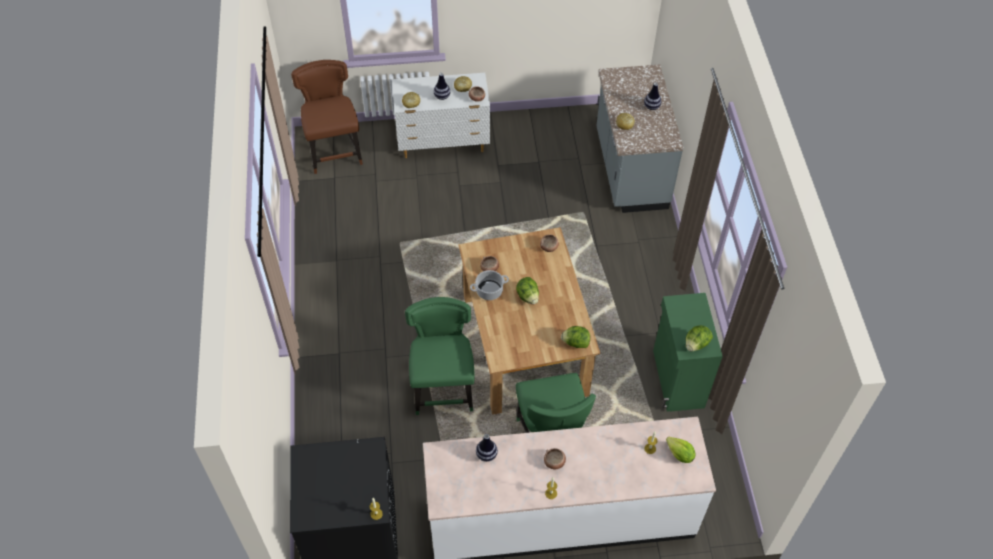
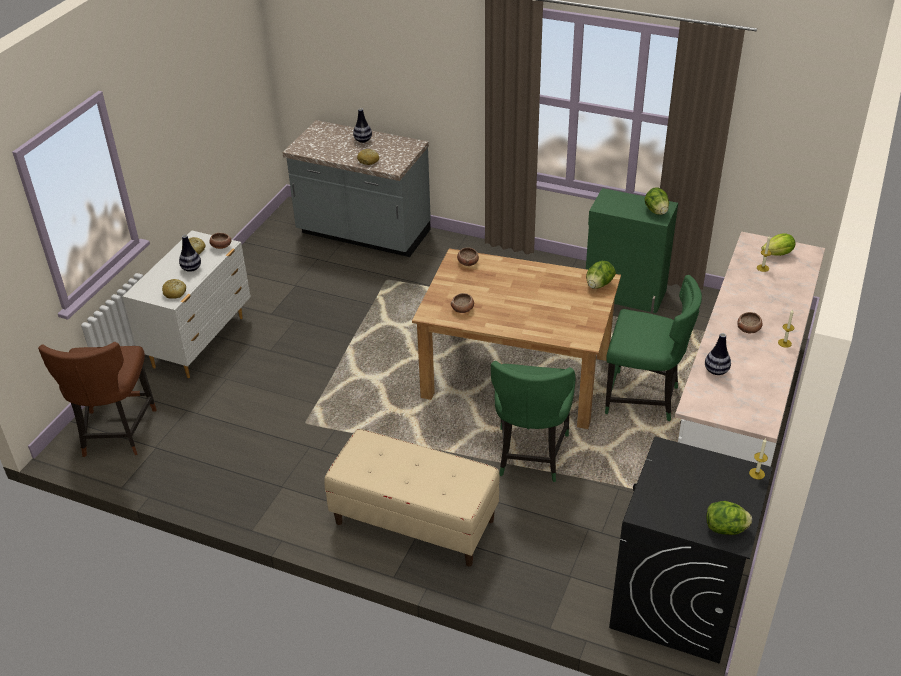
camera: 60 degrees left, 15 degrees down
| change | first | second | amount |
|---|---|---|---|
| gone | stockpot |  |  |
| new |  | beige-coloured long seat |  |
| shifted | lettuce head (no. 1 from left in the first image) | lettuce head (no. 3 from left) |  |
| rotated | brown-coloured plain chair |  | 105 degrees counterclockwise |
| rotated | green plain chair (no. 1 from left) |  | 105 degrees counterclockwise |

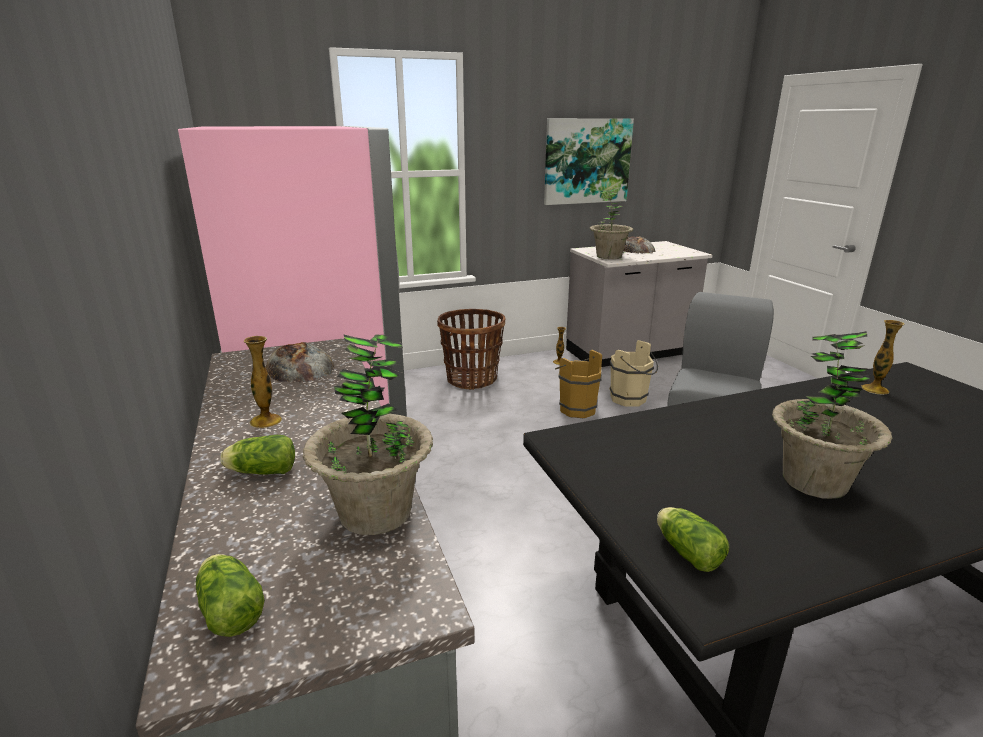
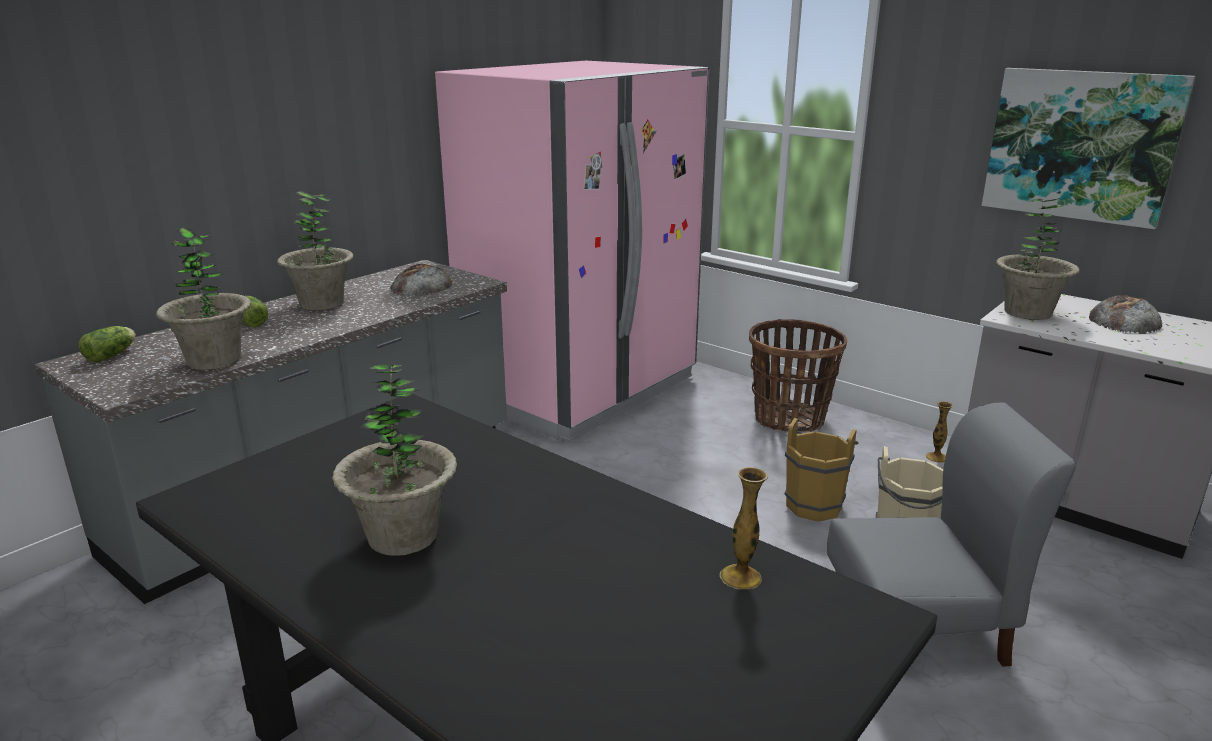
camera: 60 degrees right, 0 degrees up
| change | first | second | amount |
|---|---|---|---|
| gone | lettuce head (no. 3 from left) |  |  |
| swapped | flower vase (no. 1 from left) | potted plant (no. 2 from left) |  |

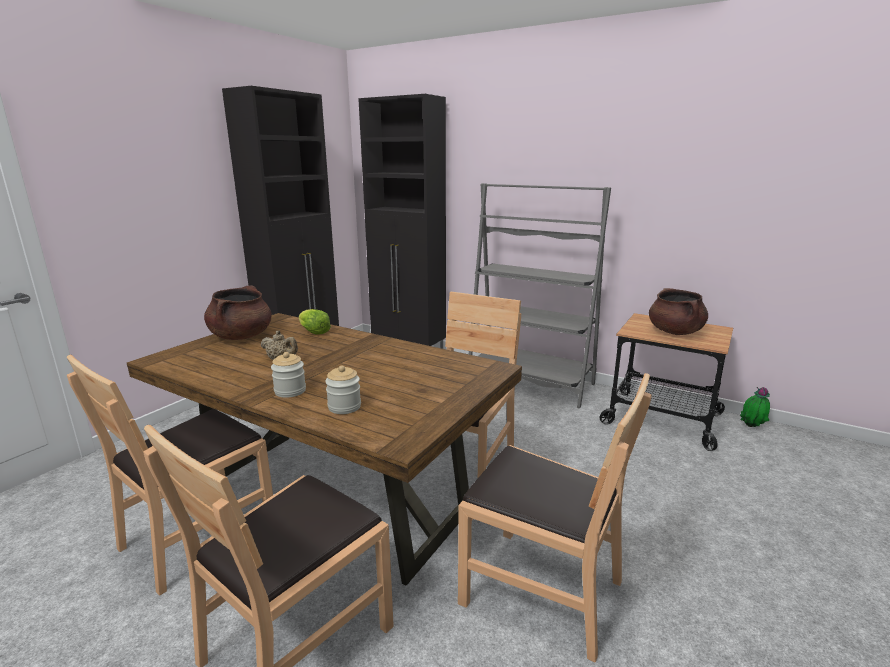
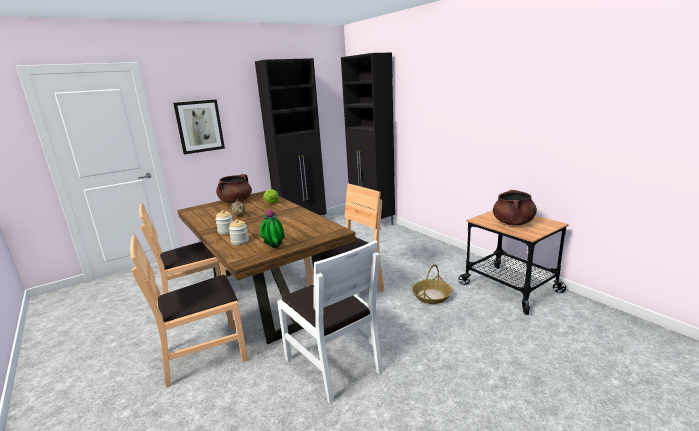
camera: 25 degrees right, 0 degrees up
| change | first | second | amount |
|---|---|---|---|
| gone | greyish bookcase |  |  |
| new |  | picture |  |
| new |  | household basket |  |
| shifted | potted plant |  |  |
| repainted | brown-coloured plain chair (no. 4 from left) | white-coloured plain chair |  |

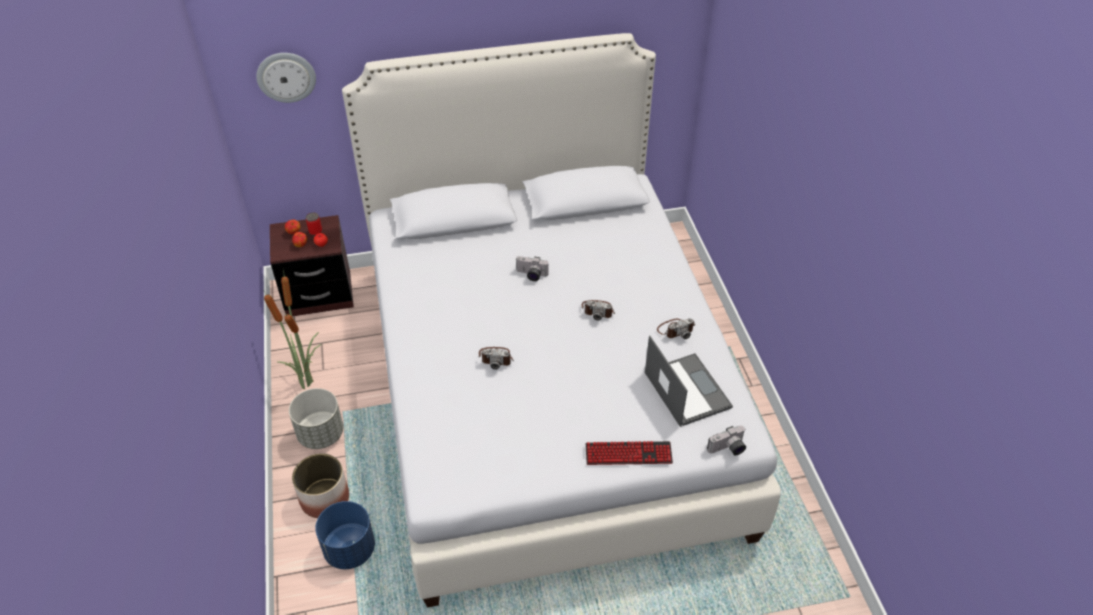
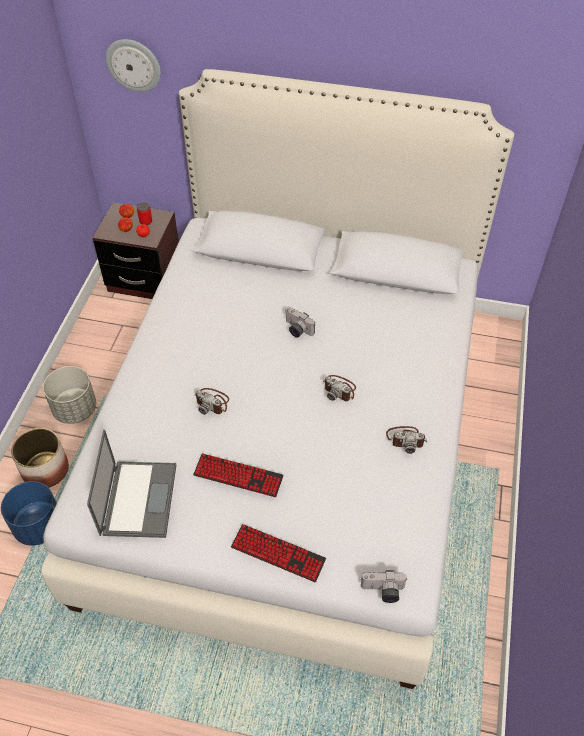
camera: 25 degrees right, 5 degrees up
| change | first | second | amount |
|---|---|---|---|
| gone | potted plant |  |  |
| new |  | PC keyboard (no. 1 from left) |  |
| shifted | portable computer |  |  |

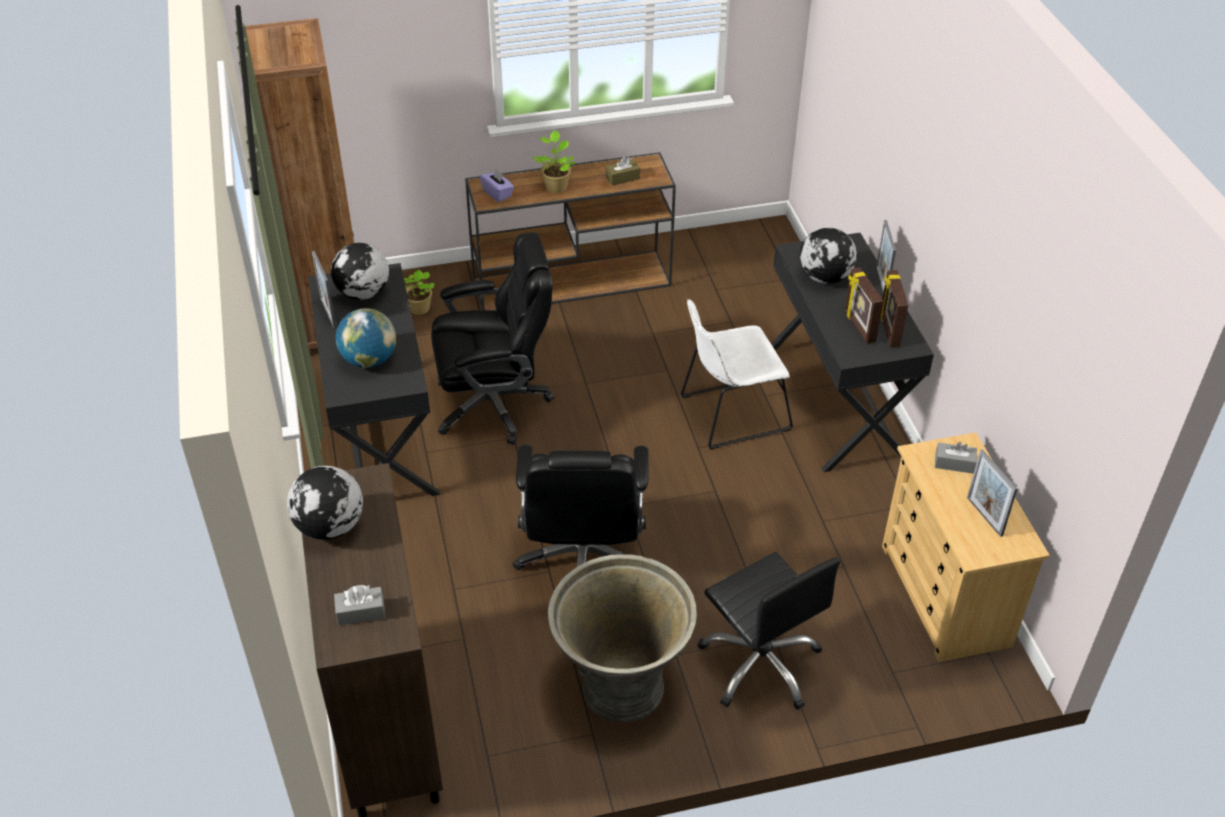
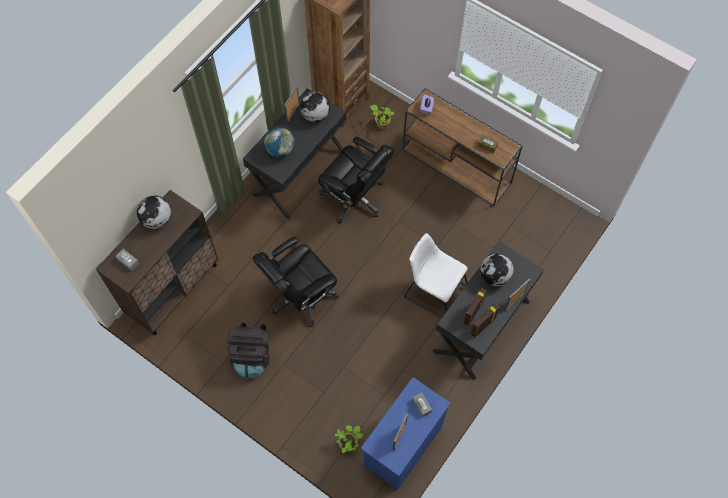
camera: 50 degrees right, 20 degrees up
| change | first | second | amount |
|---|---|---|---|
| gone | blackish computer chair (no. 3 from left) |  |  |
| shifted | potted plant (no. 2 from left in the first image) | potted plant (no. 1 from left) |  |
| swapped | greyish planter | blackish rucksack |  |
| repainted | beige-coloured dresser | bluish dresser |  |

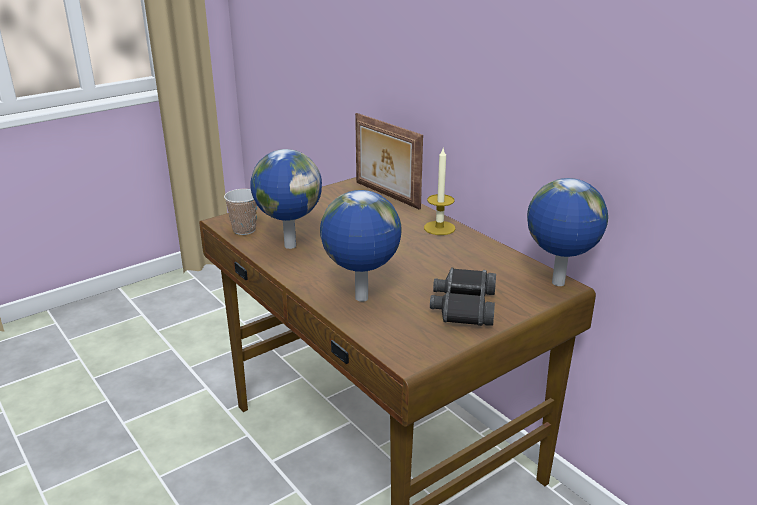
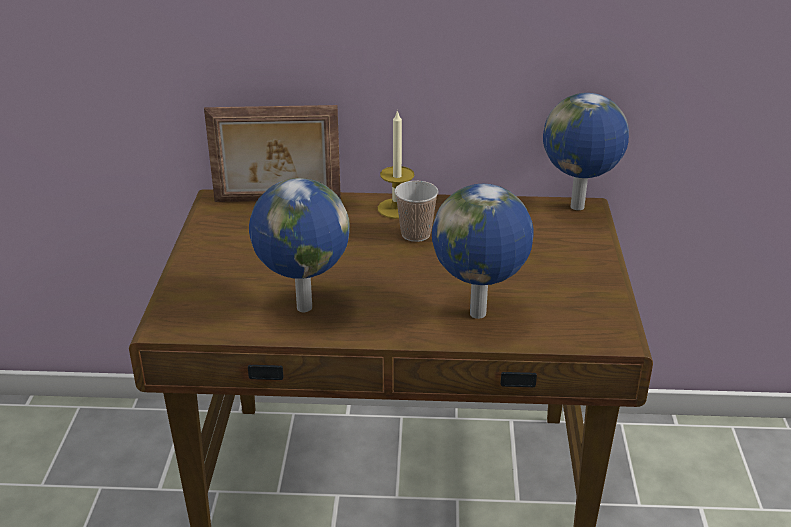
camera: 50 degrees left, 5 degrees up
| change | first | second | amount |
|---|---|---|---|
| gone | blackish pair of binoculars |  |  |
| shifted | cup |  |  |

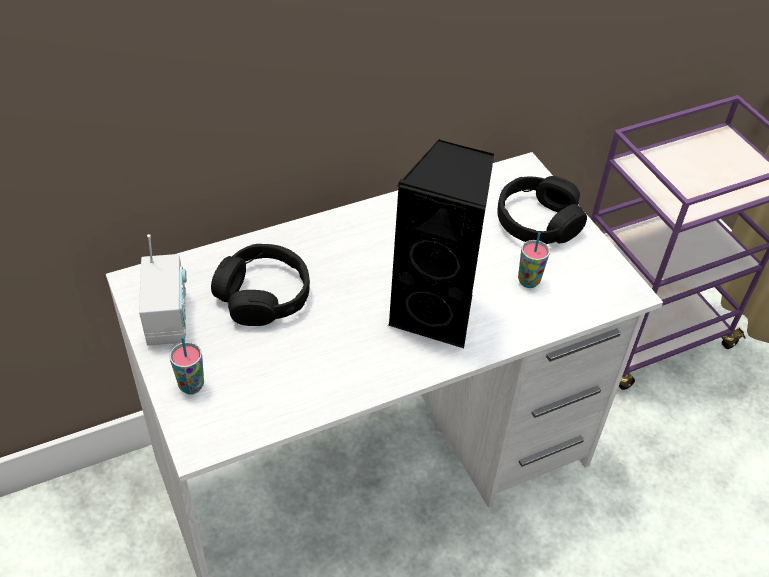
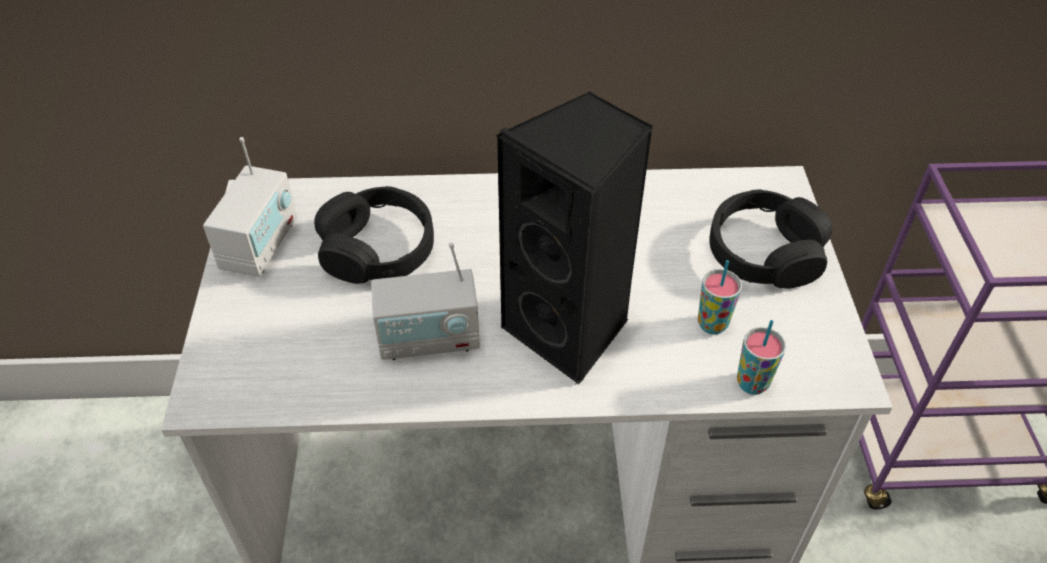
camera: 25 degrees right, 0 degrees up
| change | first | second | amount |
|---|---|---|---|
| new |  | radio set (no. 2 from left) |  |
| shifted | cup (no. 1 from left in the first image) | cup (no. 2 from left) |  |

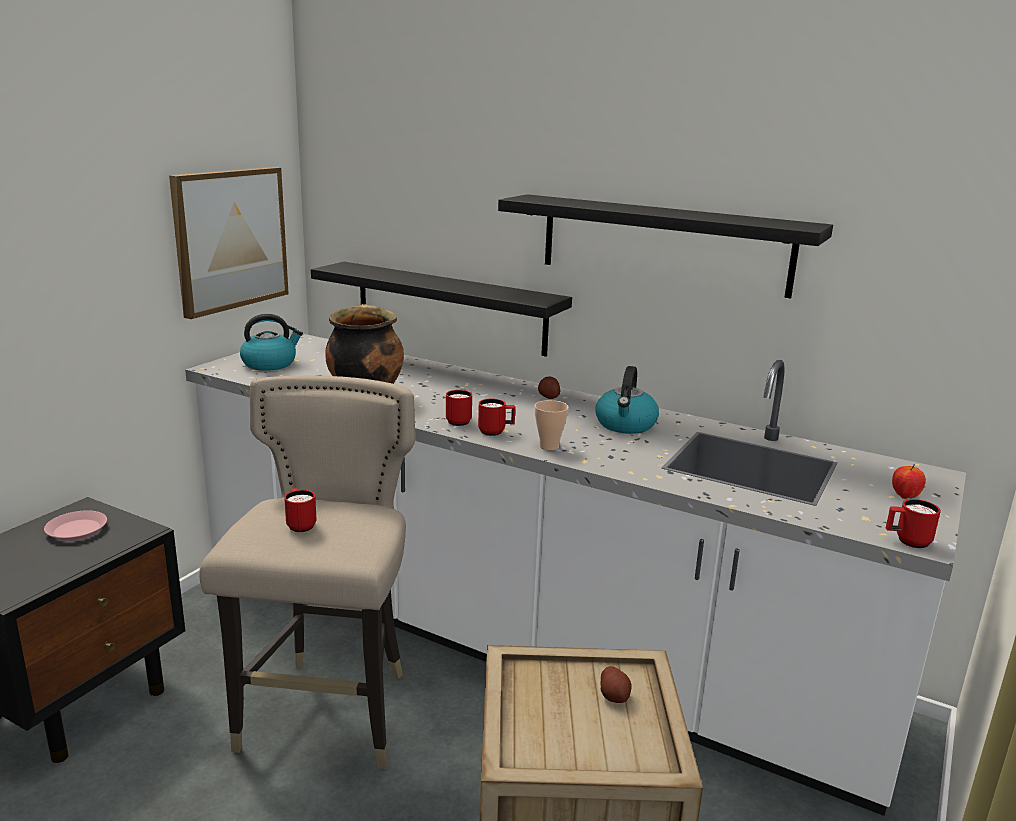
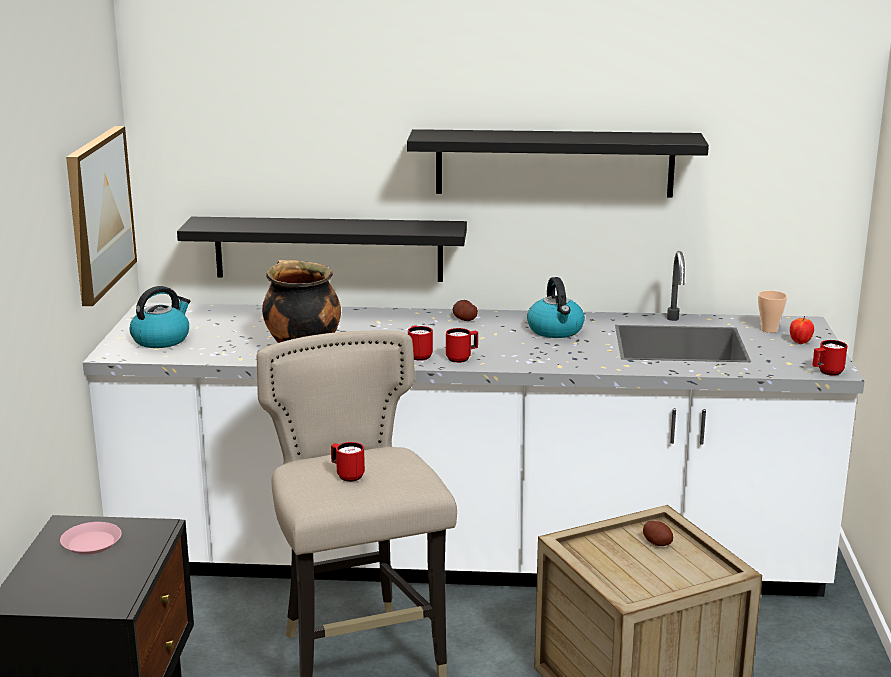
camera: 25 degrees left, 0 degrees up
| change | first | second | amount |
|---|---|---|---|
| shifted | cup |  |  |

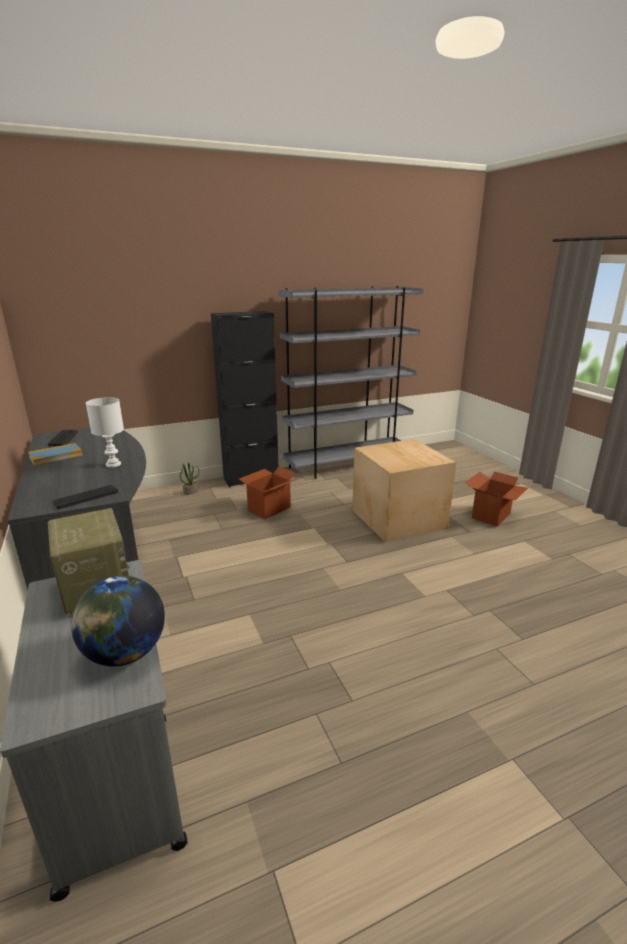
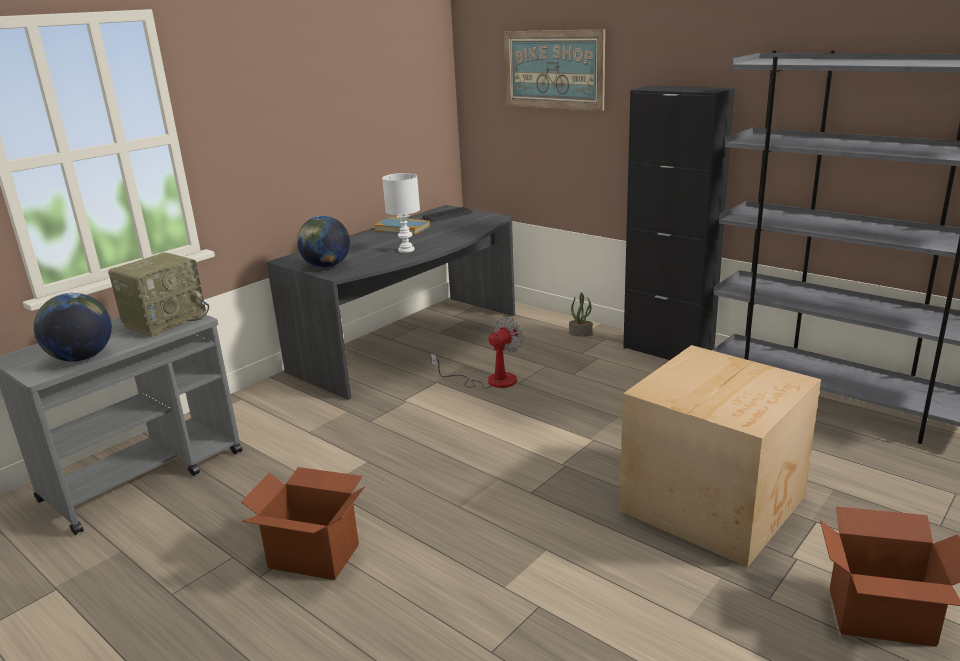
camera: 65 degrees right, 0 degrees up
| change | first | second | amount |
|---|---|---|---|
| new |  | electric fan |  |
| new |  | picture |  |
| shifted | cardboard box (no. 1 from left) |  |  |
| swapped | PC keyboard (no. 2 from left) | world globe (no. 2 from left) |  |

